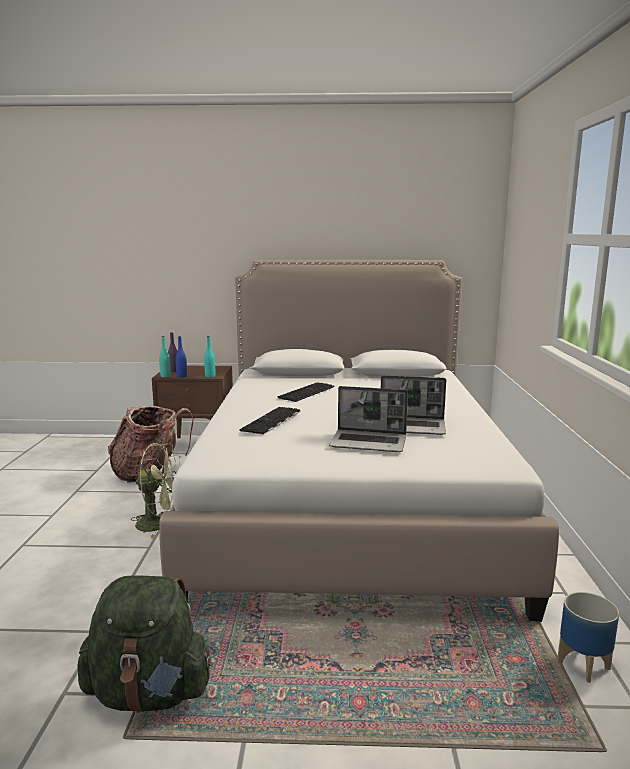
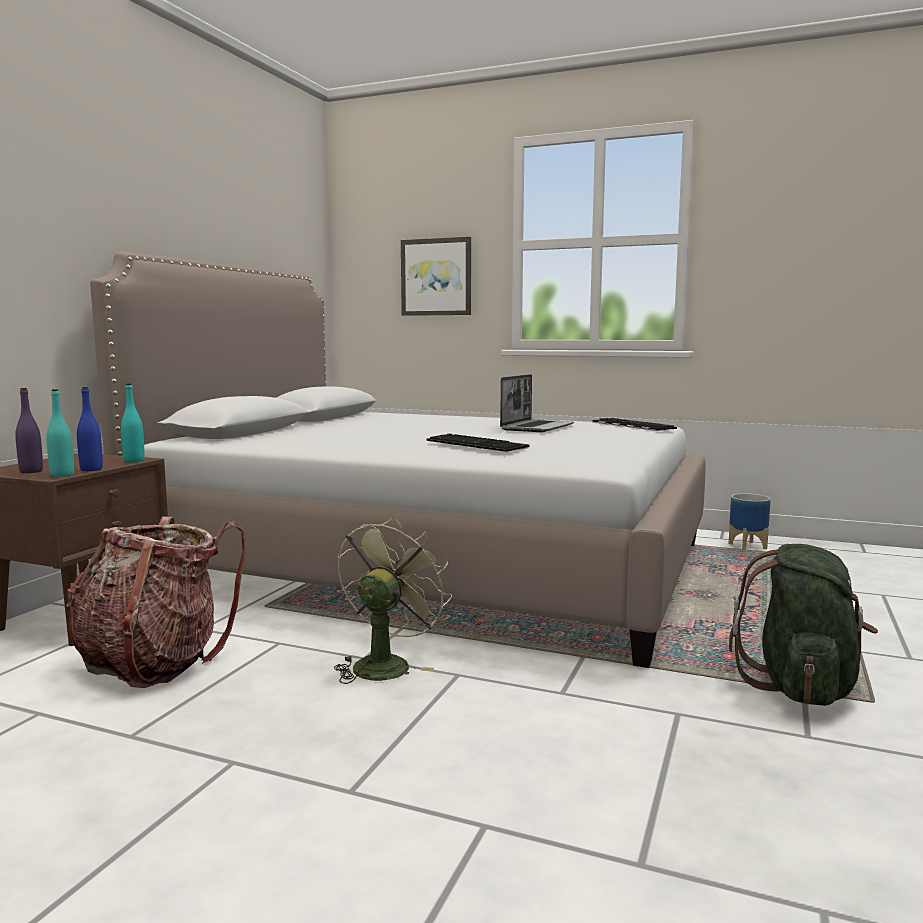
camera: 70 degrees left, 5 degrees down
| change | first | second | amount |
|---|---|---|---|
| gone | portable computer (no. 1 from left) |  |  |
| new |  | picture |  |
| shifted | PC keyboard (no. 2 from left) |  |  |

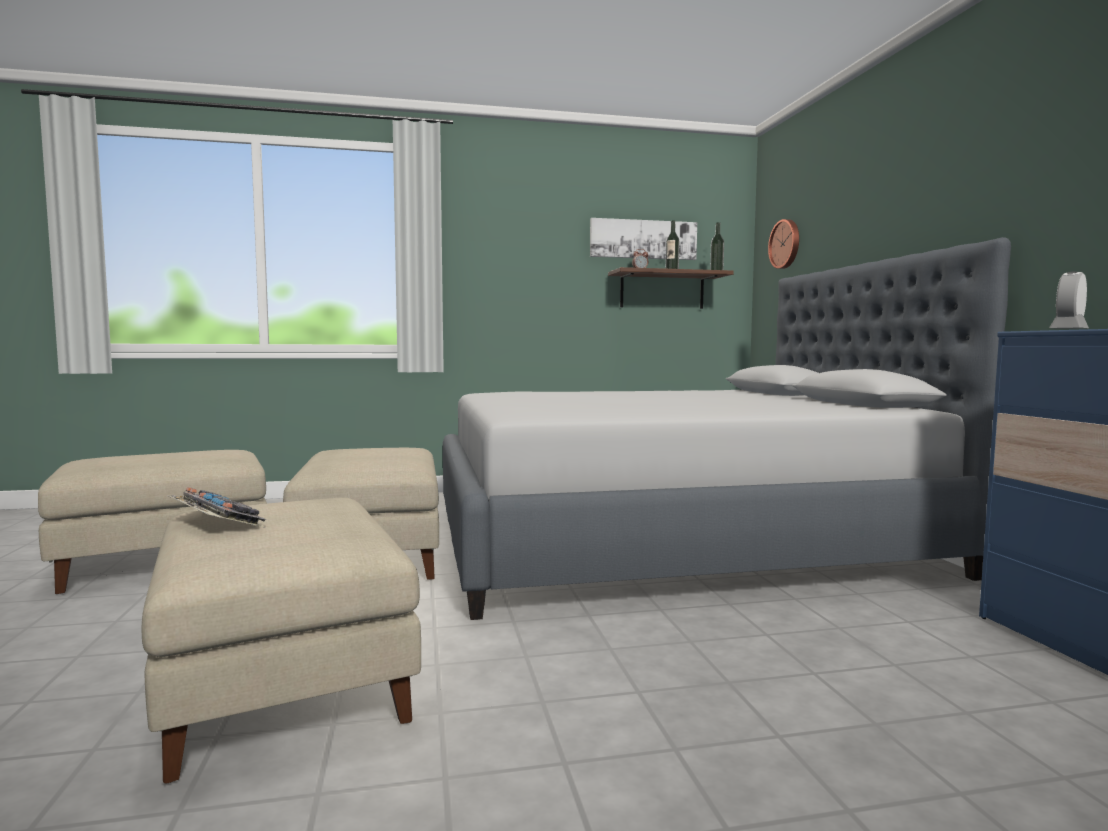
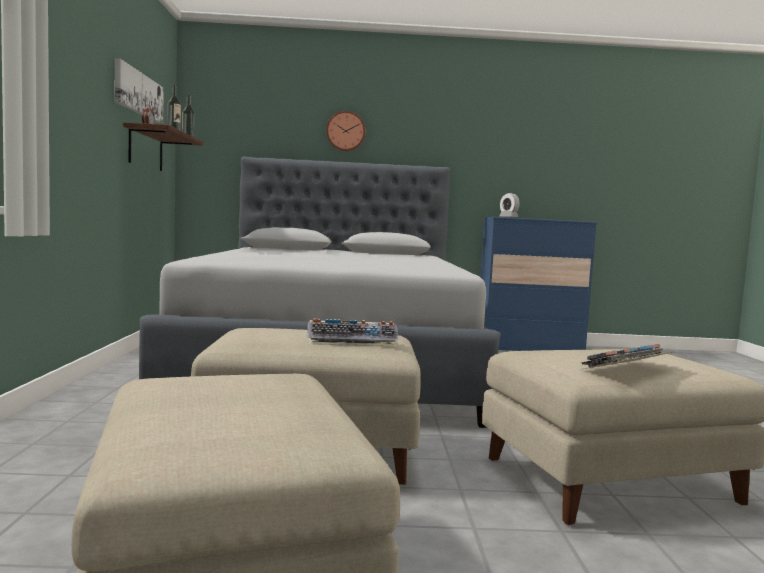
camera: 80 degrees left, 0 degrees up
| change | first | second | amount |
|---|---|---|---|
| new |  | PC keyboard (no. 1 from left) |  |
| shifted | clock on the wall |  |  |

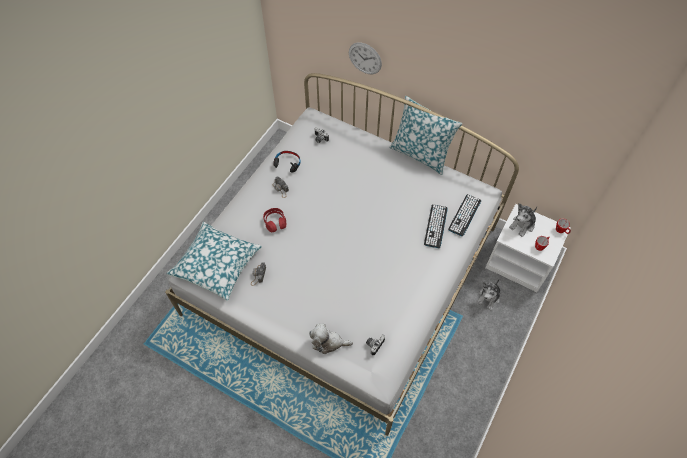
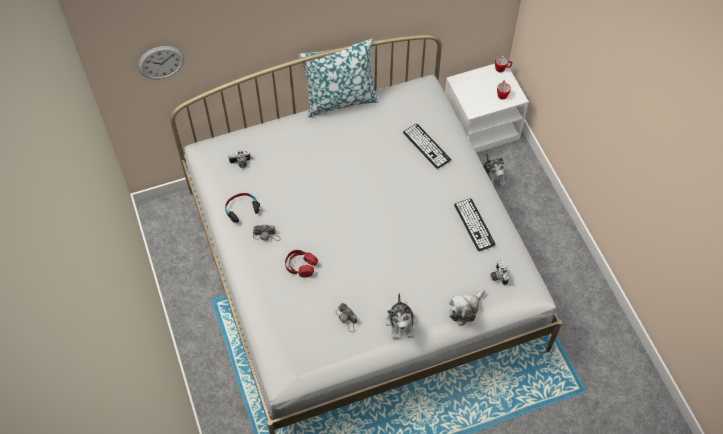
camera: 50 degrees left, 0 degrees up
| change | first | second | amount |
|---|---|---|---|
| gone | throw pillow (no. 1 from left) |  |  |
| shifted | clock on the wall |  |  |
| shifted | PC keyboard (no. 2 from left) |  |  |
| shifted | plush toy (no. 3 from left in the first image) | plush toy (no. 1 from left) |  |

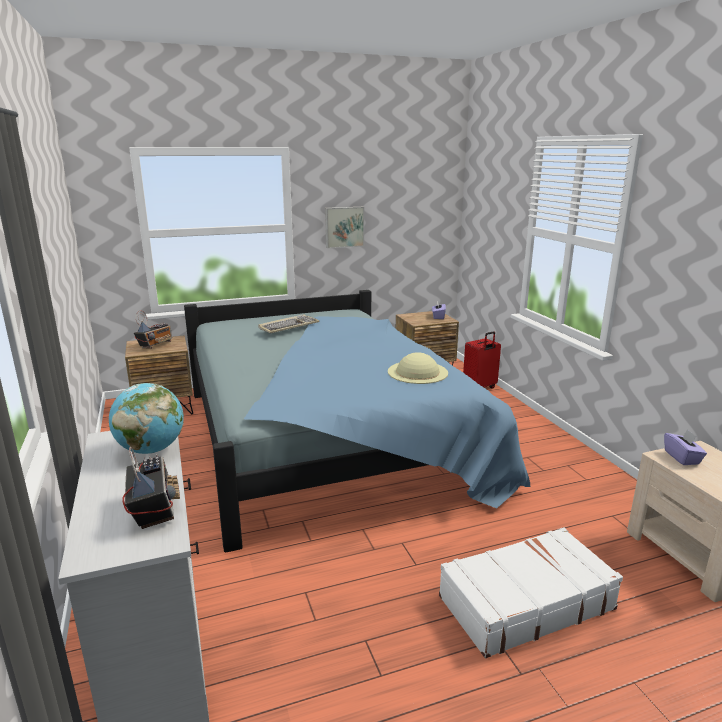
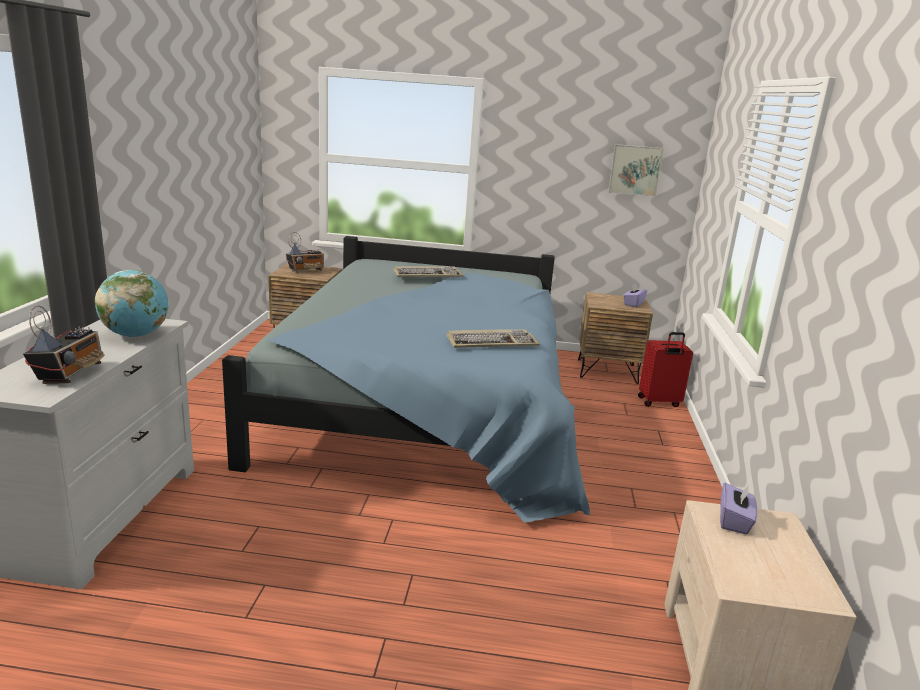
camera: 25 degrees right, 0 degrees up
| change | first | second | amount |
|---|---|---|---|
| gone | white-coloured suitcase |  |  |
| shifted | picture |  |  |
| swapped | beige-coloured hat | PC keyboard (no. 2 from left) |  |

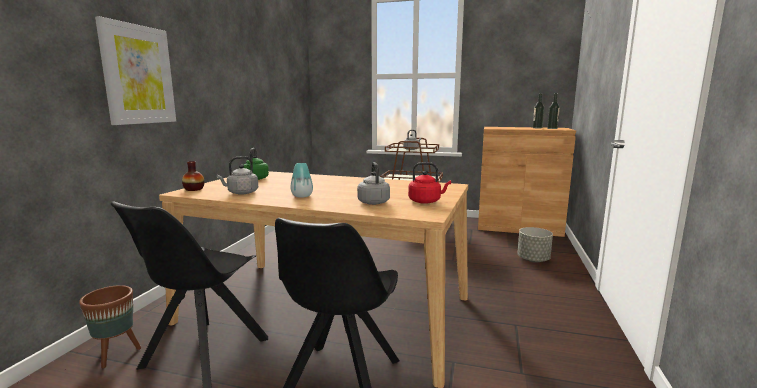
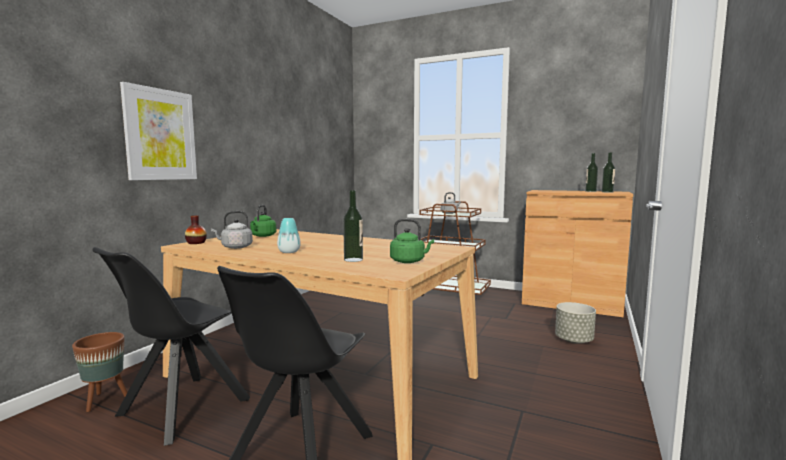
camera: 10 degrees right, 5 degrees down
| change | first | second | amount |
|---|---|---|---|
| swapped | greyish tea kettle (no. 2 from left) | bottle (no. 1 from left) |  |
| repainted | red-coloured tea kettle | green tea kettle (no. 2 from left) |  |

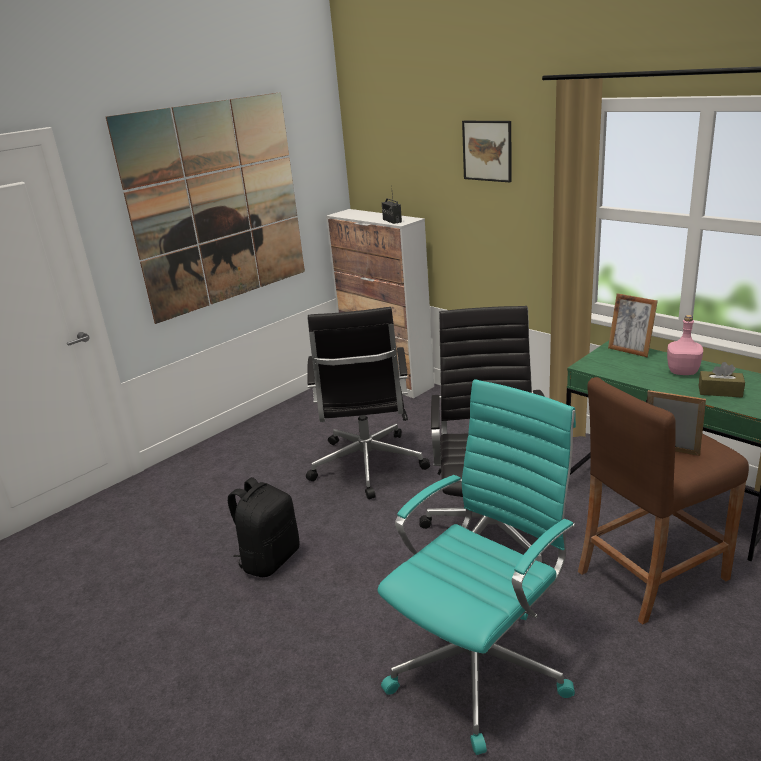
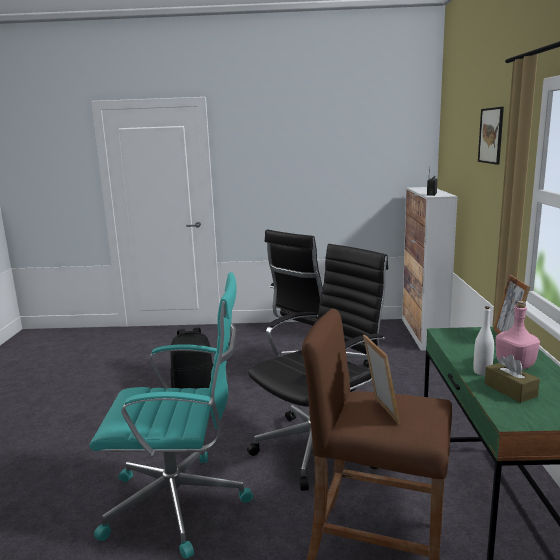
camera: 45 degrees right, 10 degrees down
| change | first | second | amount |
|---|---|---|---|
| gone | picture (no. 1 from left) |  |  |
| new |  | white-coloured bottle |  |

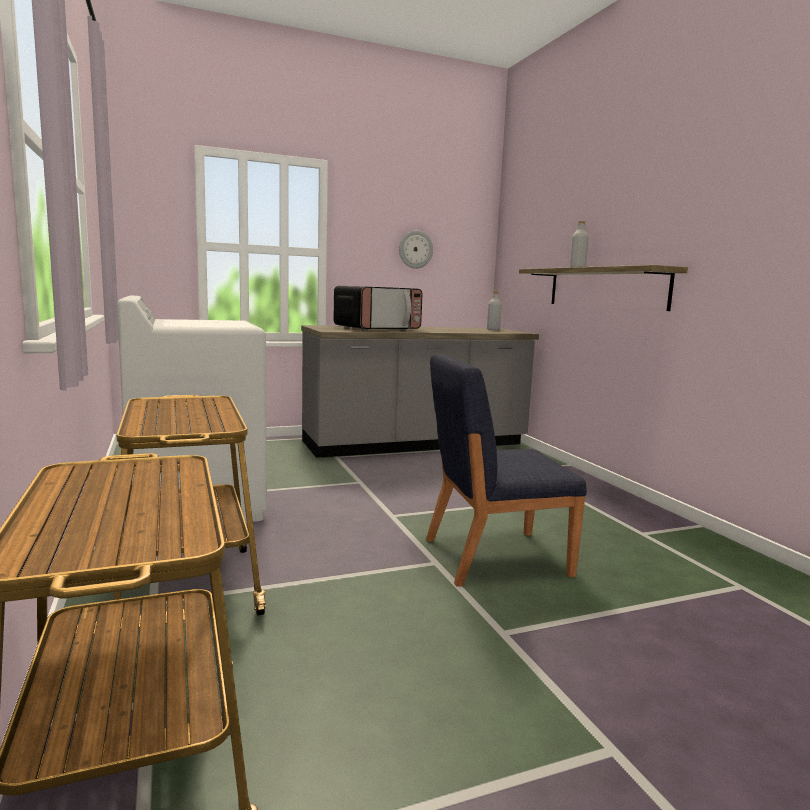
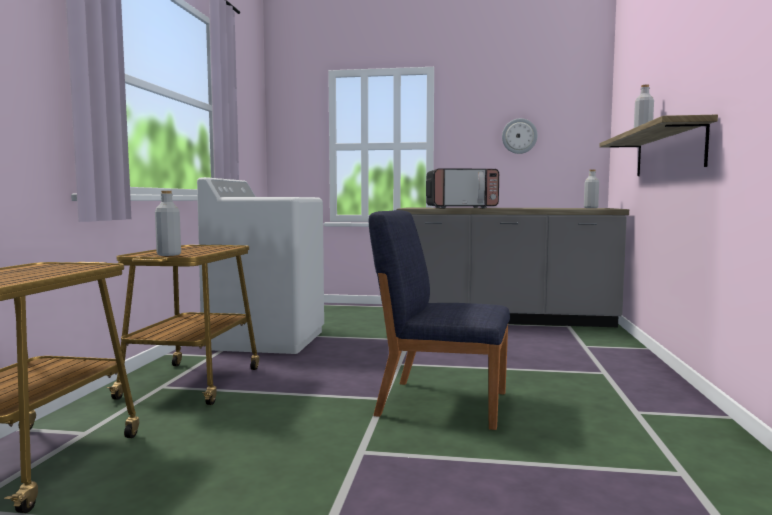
camera: 30 degrees right, 5 degrees down
| change | first | second | amount |
|---|---|---|---|
| new |  | greyish bottle (no. 1 from left) |  |

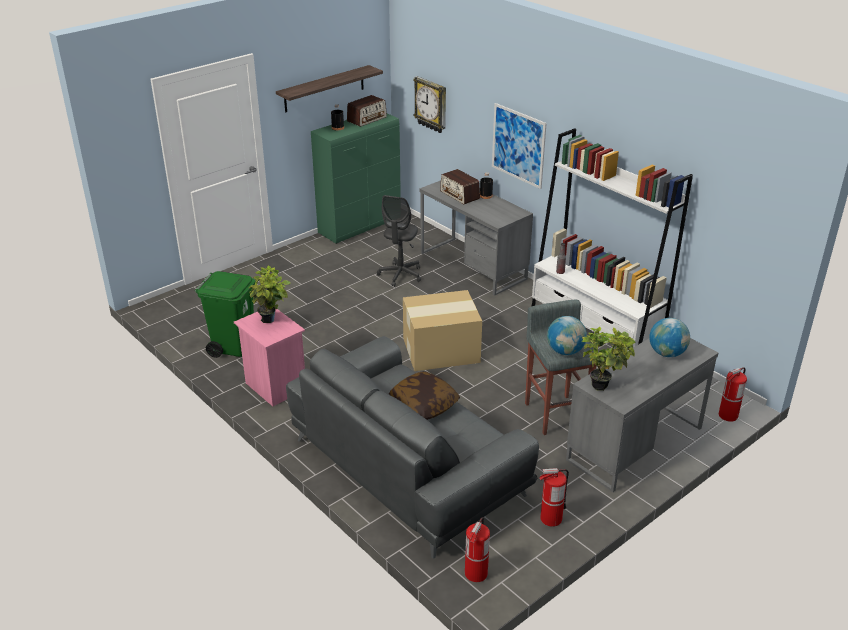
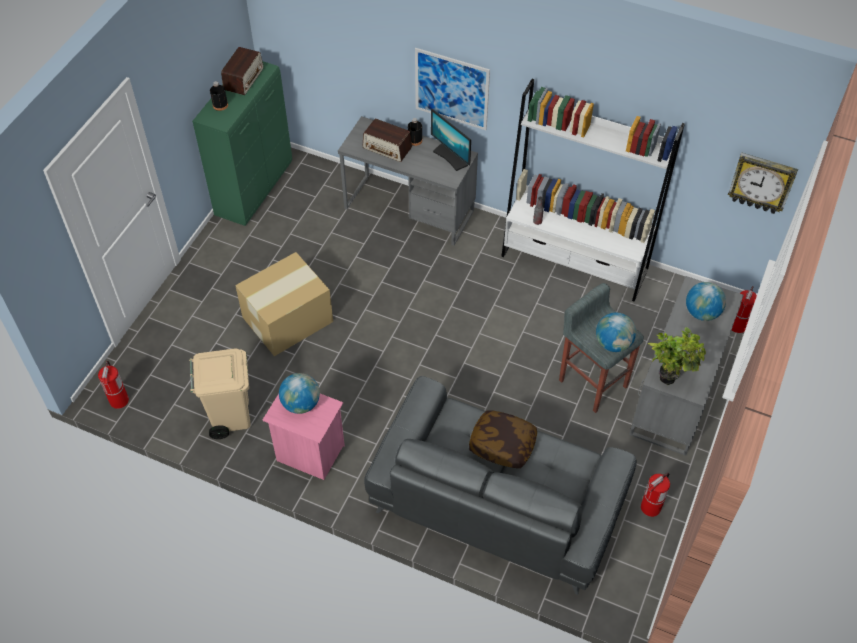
camera: 25 degrees left, 20 degrees up
| change | first | second | amount |
|---|---|---|---|
| gone | shelf |  |  |
| gone | greyish computer chair |  |  |
| new |  | computer display |  |
| shifted | cardboard box |  |  |
| shifted | clock on the wall |  |  |
| shifted | fire extinguisher (no. 1 from left) |  |  |
| swapped | potted plant (no. 1 from left) | world globe (no. 1 from left) |  |
| repainted | green trash can | beige-coloured trash can |  |

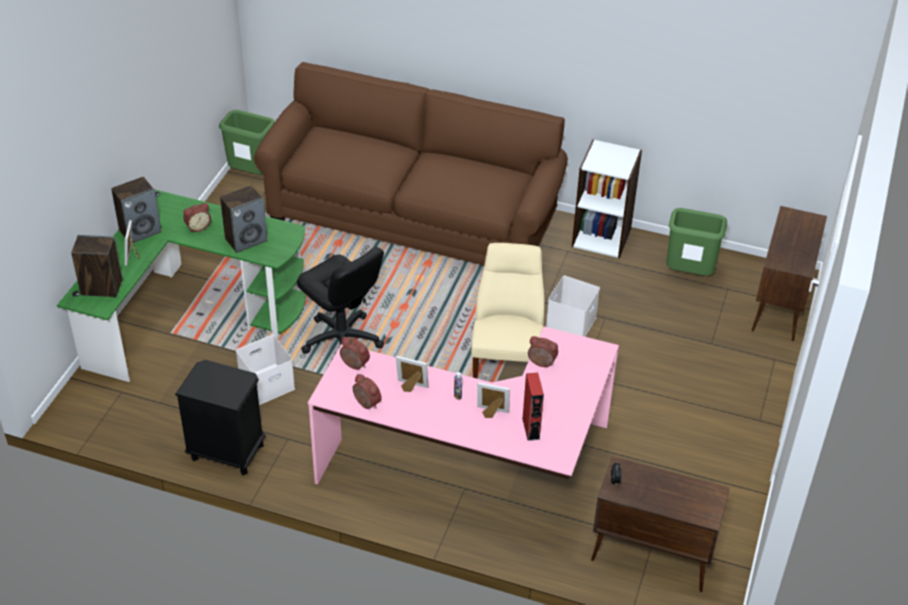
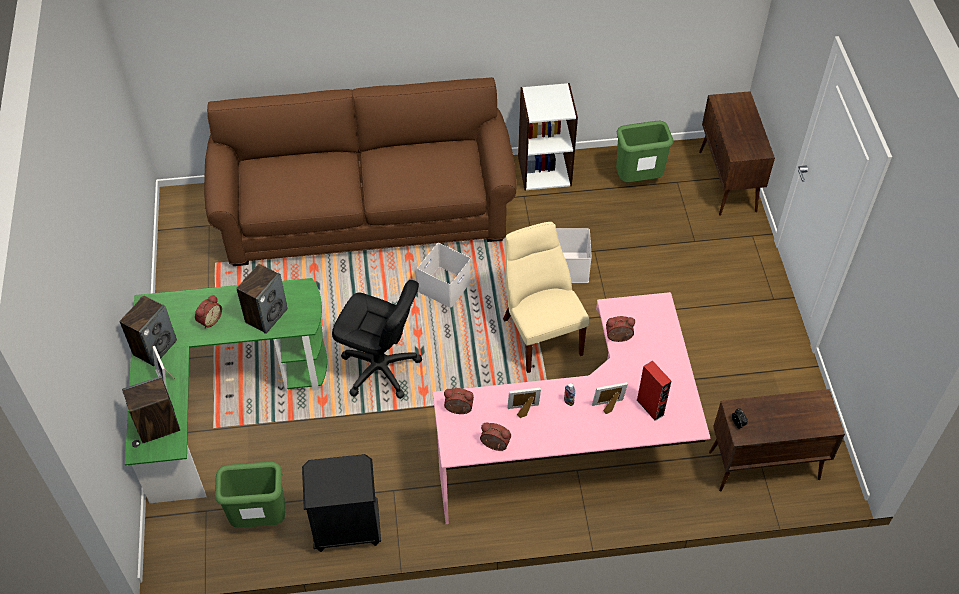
camera: 25 degrees left, 10 degrees up
| change | first | second | amount |
|---|---|---|---|
| shifted | green trash can (no. 1 from left) |  |  |
| shifted | white-coloured storage bin (no. 1 from left) |  |  |

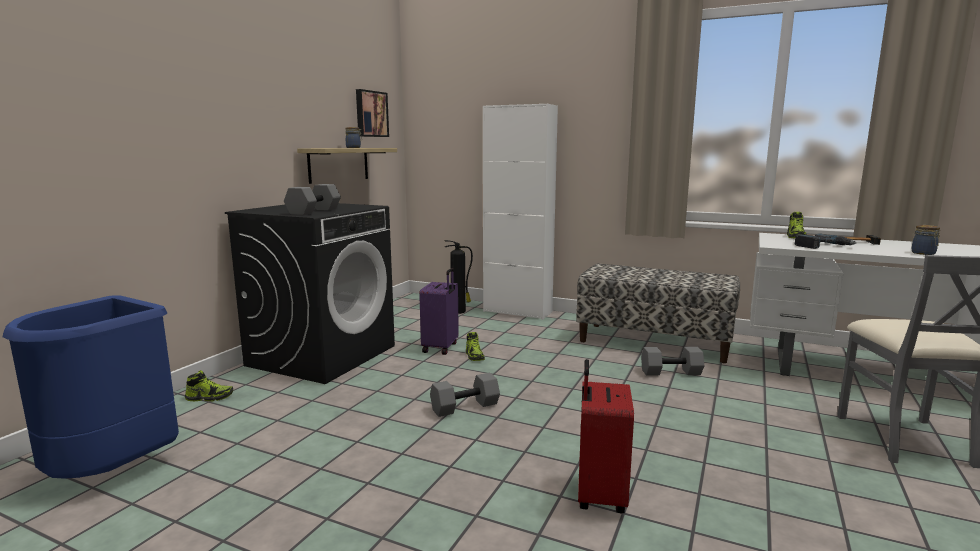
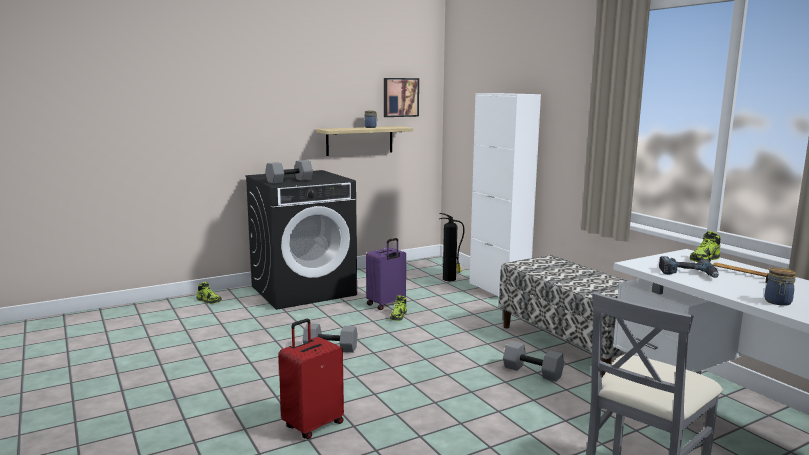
camera: 35 degrees right, 0 degrees up
| change | first | second | amount |
|---|---|---|---|
| gone | bluish trash can |  |  |

